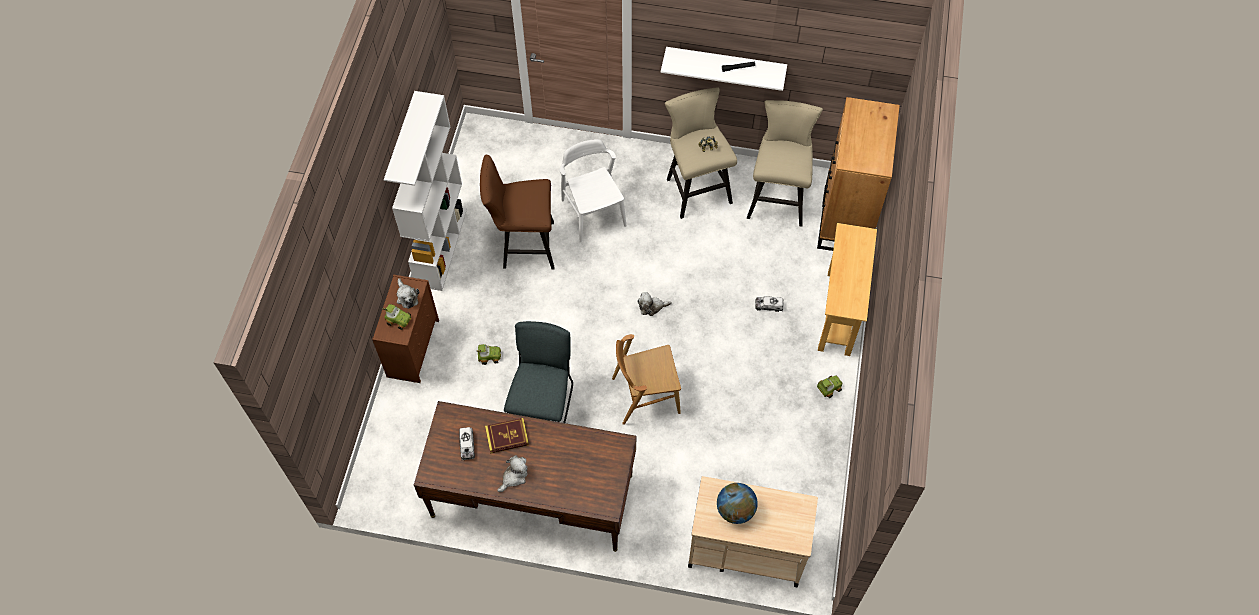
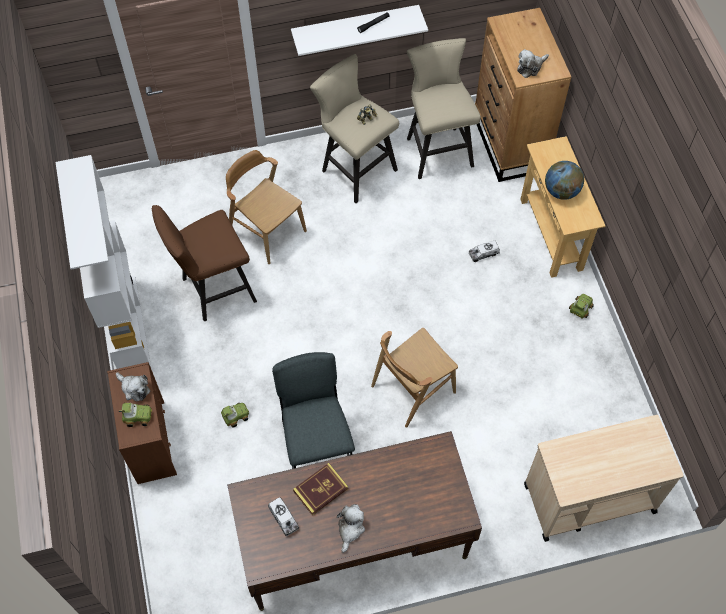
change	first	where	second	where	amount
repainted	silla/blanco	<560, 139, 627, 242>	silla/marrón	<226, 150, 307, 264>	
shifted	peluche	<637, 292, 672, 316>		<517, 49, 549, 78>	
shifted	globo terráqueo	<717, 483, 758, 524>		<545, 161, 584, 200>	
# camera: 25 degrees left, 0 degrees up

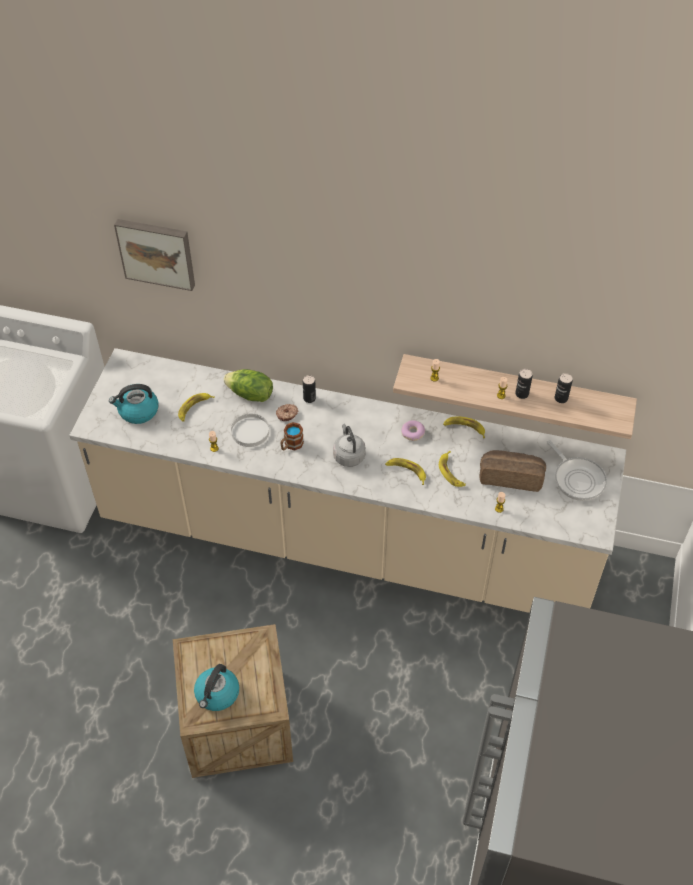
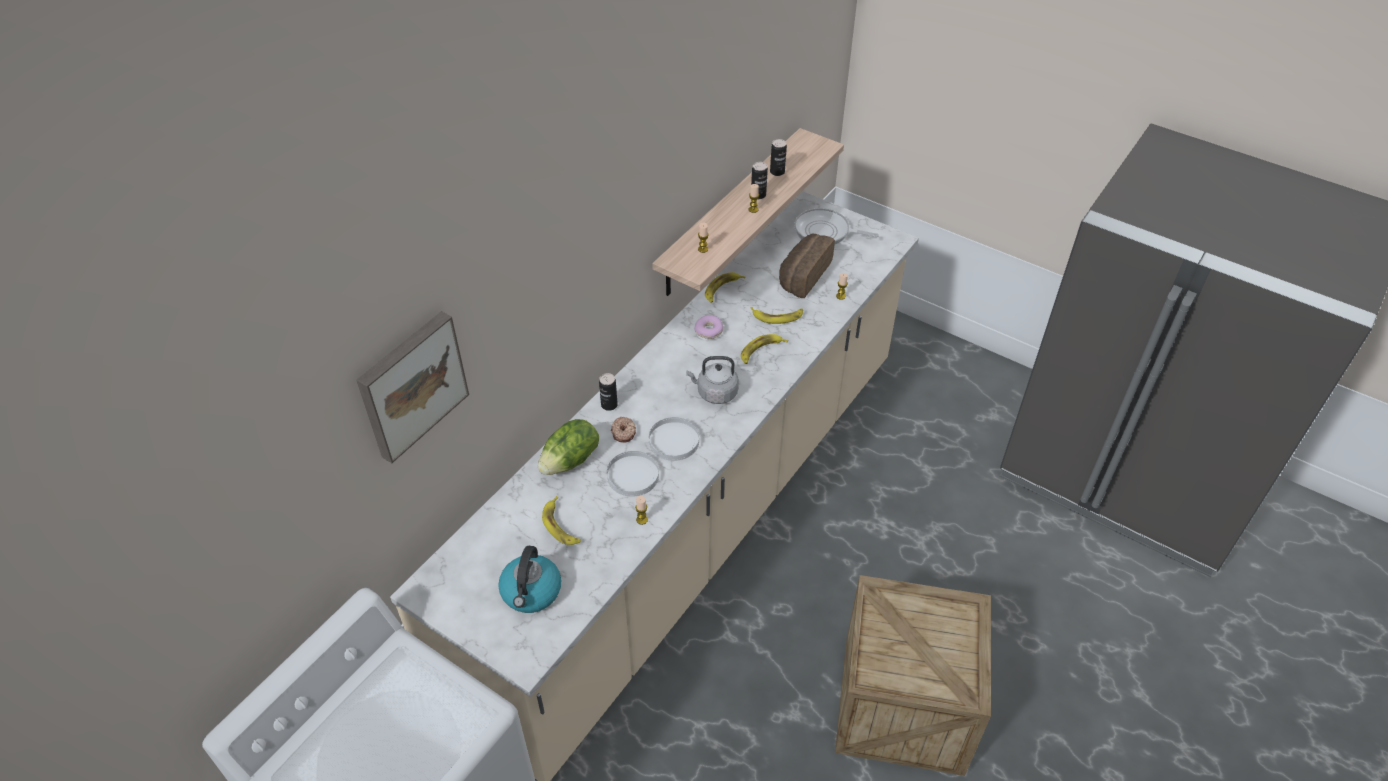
change	first	where	second	where	amount
swapped	taza grande	<280, 422, 304, 451>	plato/blanco	<649, 417, 699, 461>	
rotated	sartén	<547, 440, 607, 501>		<794, 208, 879, 245>	150 degrees counterclockwise
gone	hervidor	<194, 664, 239, 711>			
# camera: 70 degrees left, 5 degrees down

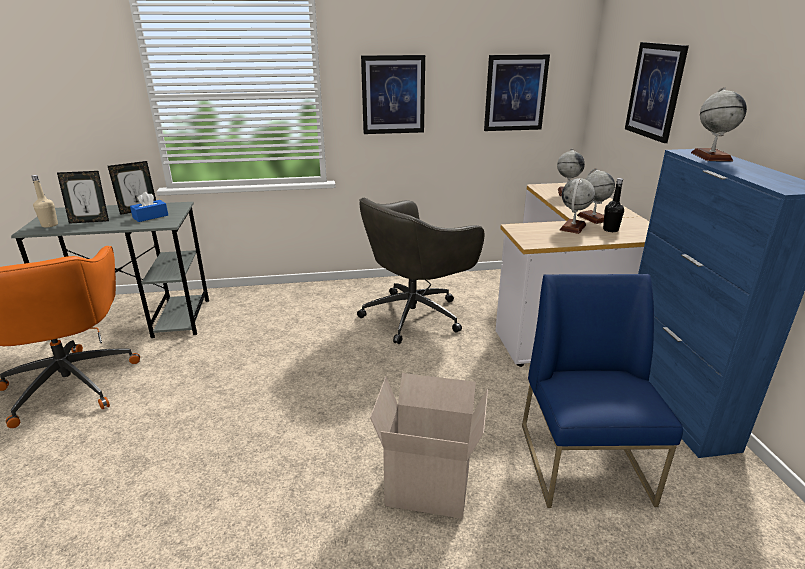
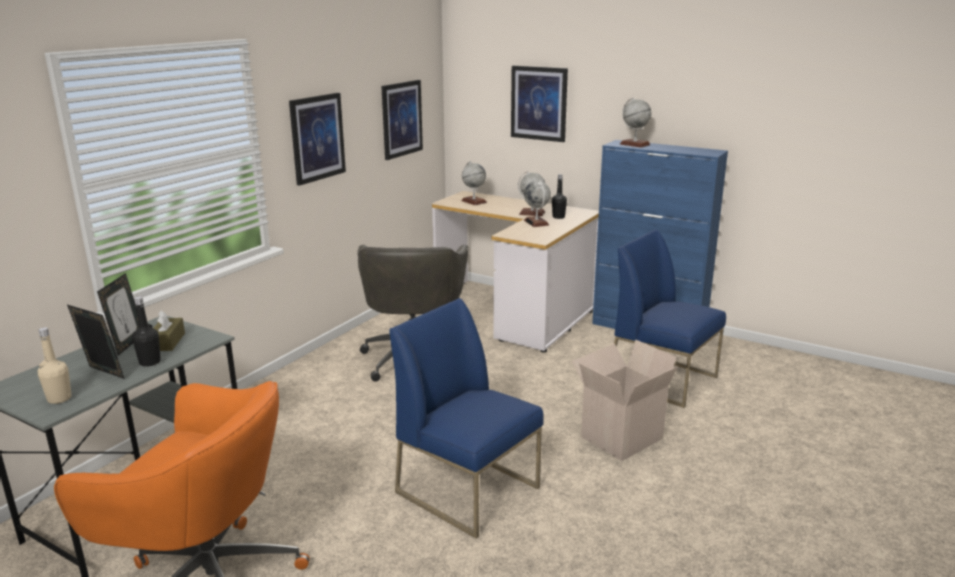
change	first	where	second	where	amount
rotated	portarretratos	<57, 171, 109, 224>		<67, 305, 125, 379>	90 degrees counterclockwise
repainted	caja de pañuelos/azul	<130, 192, 168, 222>	caja de pañuelos/marrón	<154, 310, 185, 351>	
new			botella/negro	<132, 296, 161, 367>	
new			silla/azul	<389, 298, 544, 539>	
# camera: 50 degrees left, 5 degrees down

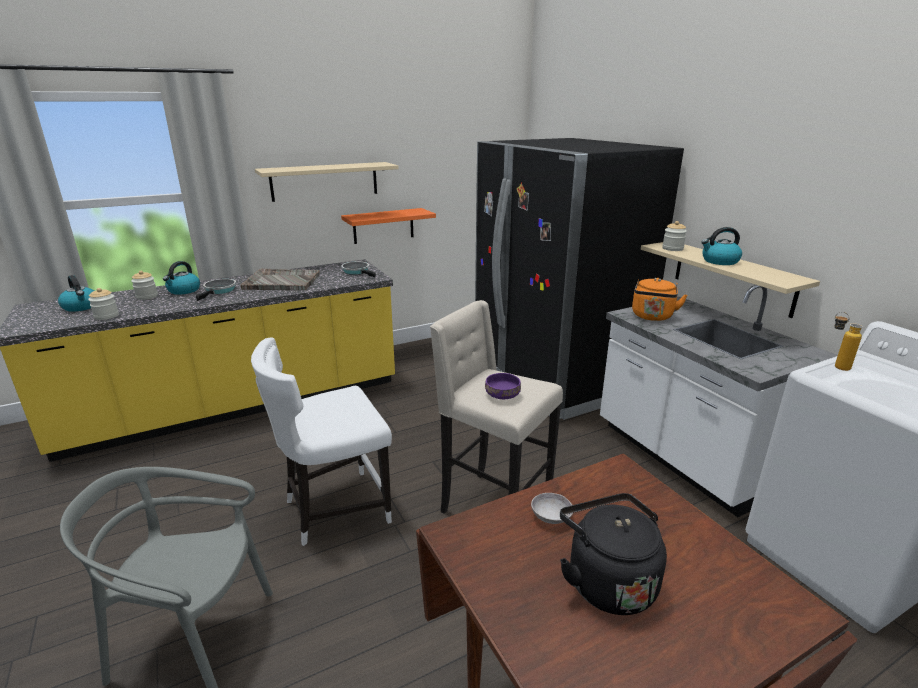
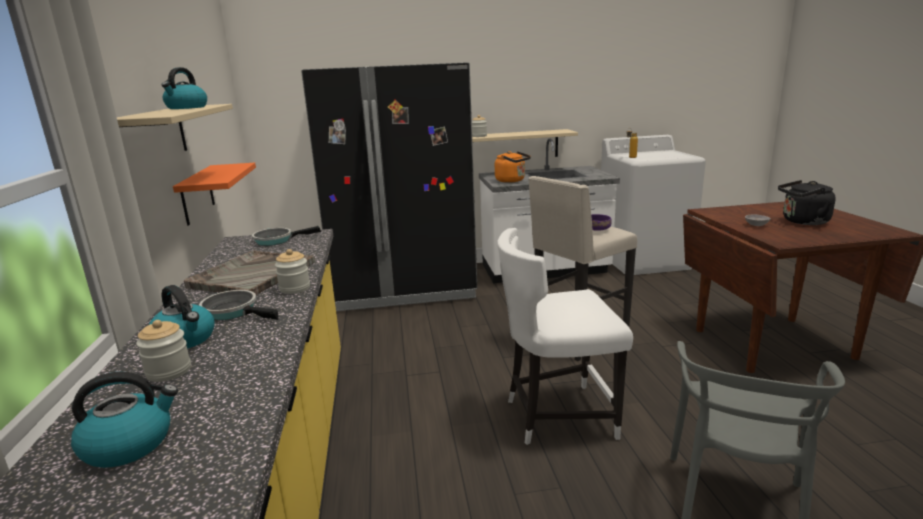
change	first	where	second	where	amount
shifted	hervidor	<701, 227, 742, 265>		<161, 67, 207, 109>	
shifted	tarro	<88, 288, 119, 320>		<275, 249, 310, 294>	
rotated	silla/blanco	<251, 337, 392, 546>		<497, 228, 633, 445>	90 degrees clockwise
# camera: 70 degrees left, 5 degrees down

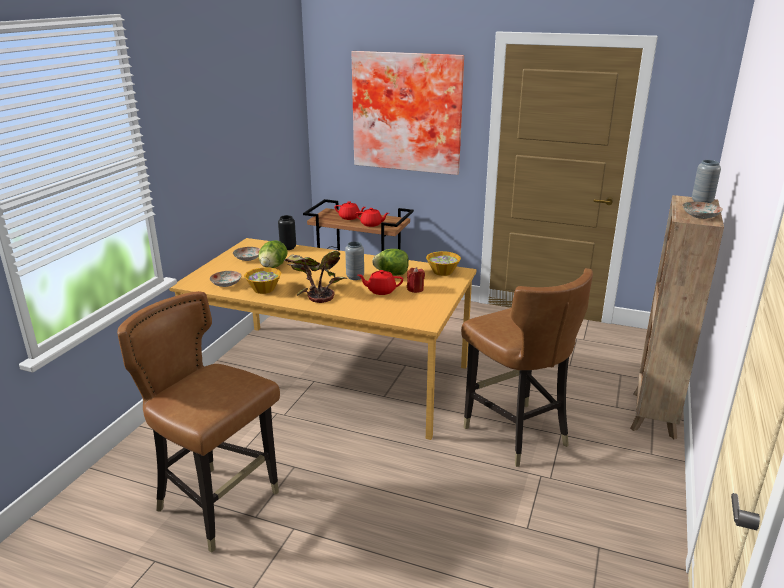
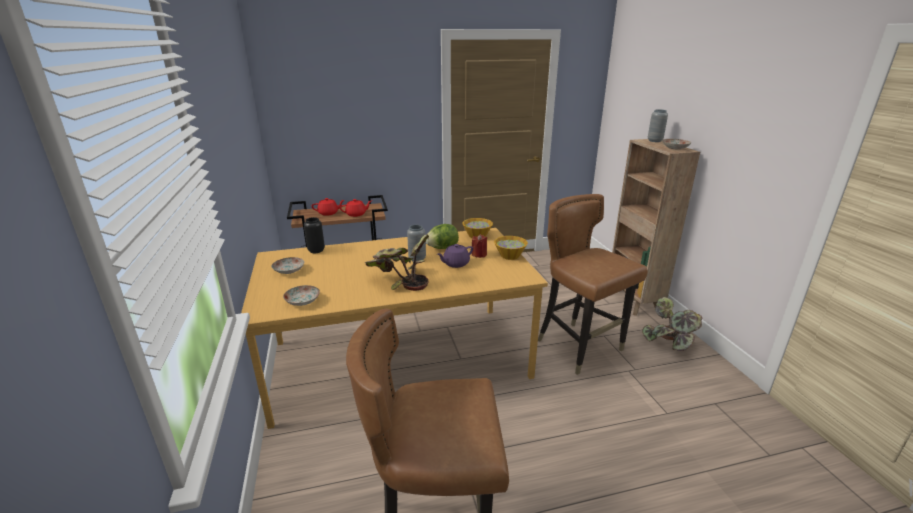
change	first	where	second	where	amount
gone	cuadro	<351, 51, 464, 175>			
gone	lechuga	<258, 240, 288, 268>			
shifted	cuenco	<244, 267, 281, 294>		<494, 236, 528, 260>	
rotated	silla/marrón	<461, 268, 593, 467>		<538, 194, 647, 375>	150 degrees counterclockwise
repainted	tetera/rojo	<358, 270, 403, 295>	tetera/morado	<437, 244, 473, 268>	
new			planta en maceta	<642, 297, 702, 351>	
# camera: 35 degrees left, 0 degrees up

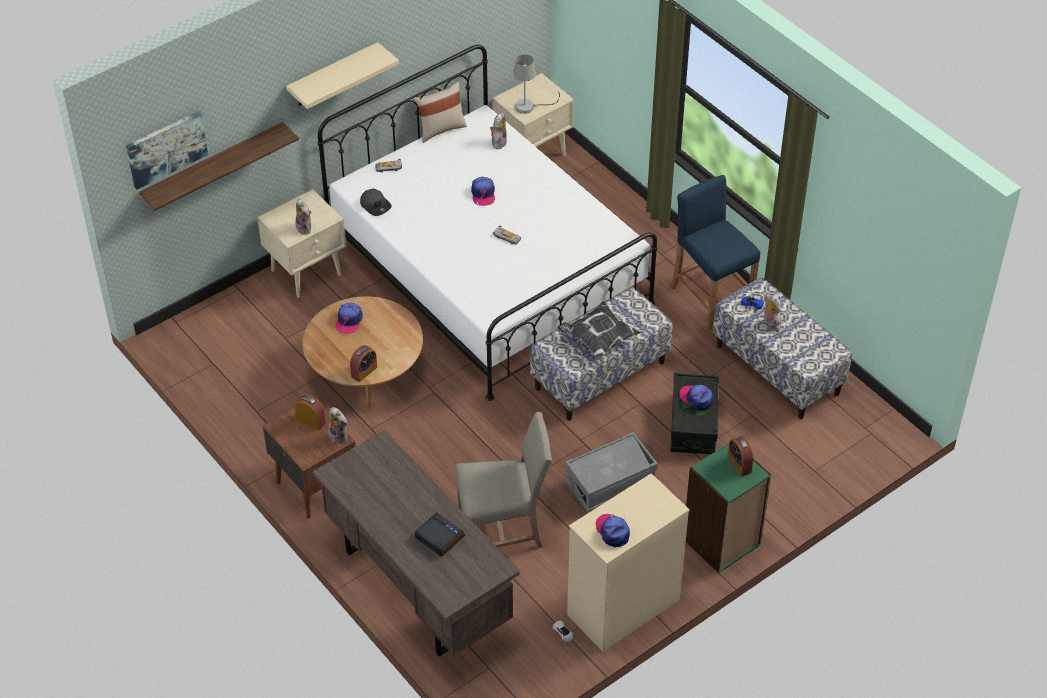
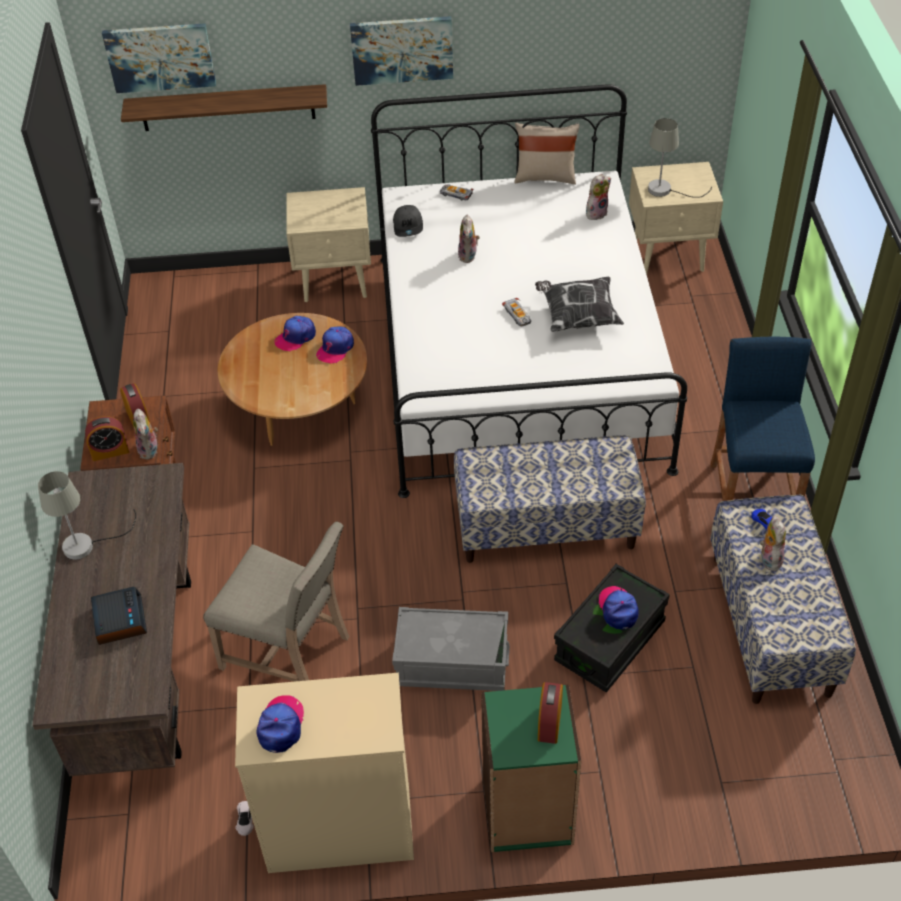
change	first	where	second	where	amount
swapped	estante/beis	<286, 42, 399, 109>	cuadro	<350, 16, 453, 86>	
shifted	gorra	<471, 177, 495, 206>		<316, 326, 354, 363>	
shifted	peluche	<295, 198, 312, 235>		<458, 215, 480, 263>	
shifted	cojín	<558, 301, 641, 360>		<535, 277, 624, 332>	
shifted	despertador	<350, 345, 377, 382>		<85, 416, 129, 461>	
new			lámpara de mesa/gris	<38, 471, 136, 560>	
# camera: 35 degrees right, 0 degrees up

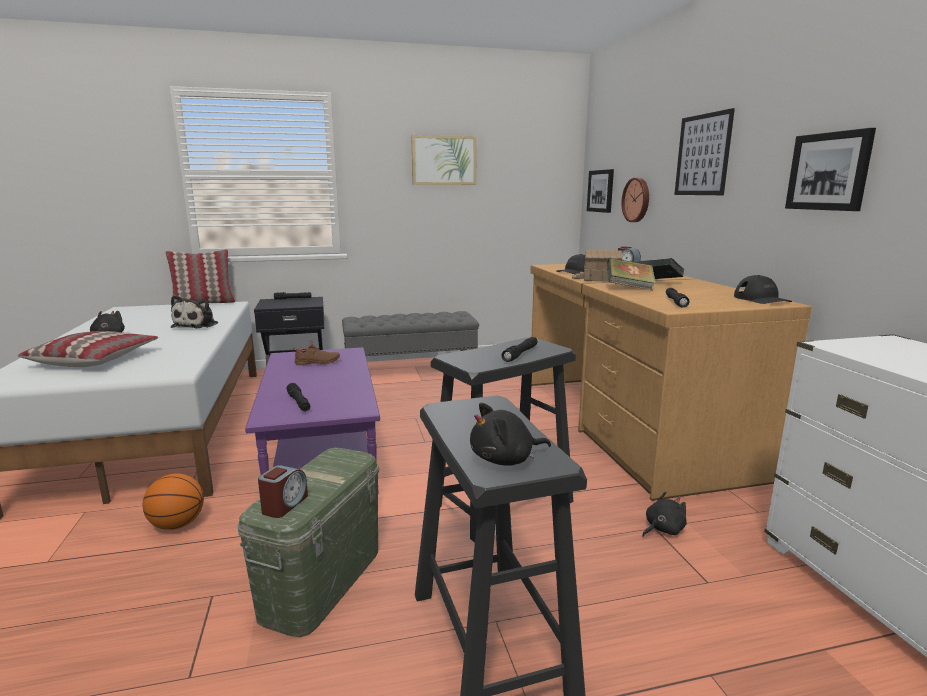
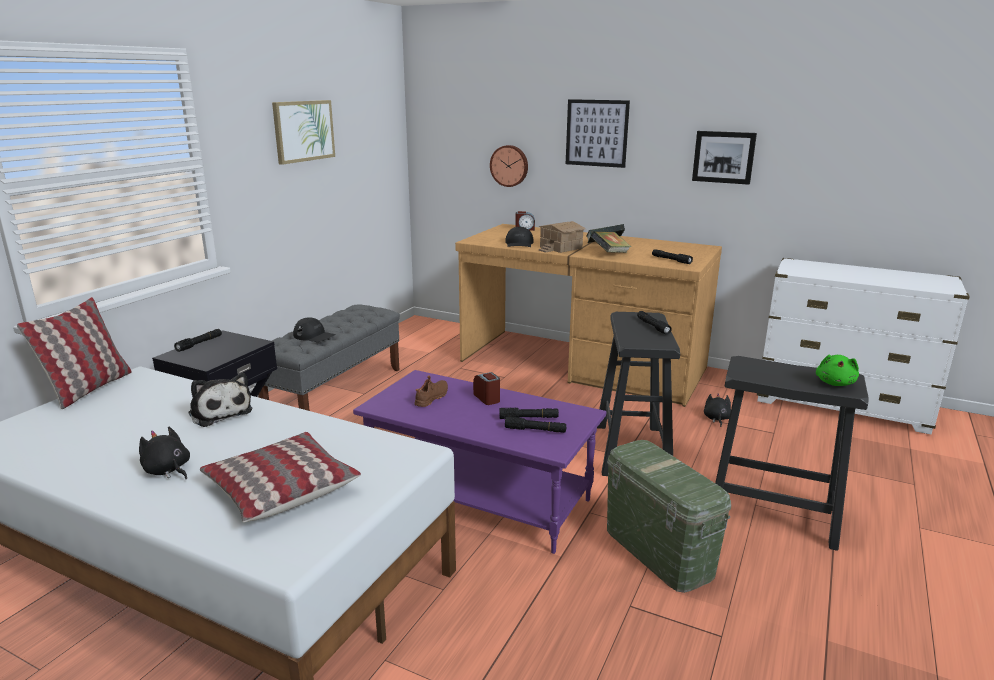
change	first	where	second	where	amount
gone	cuadro	<587, 169, 614, 213>			
shifted	gorra/negro	<734, 275, 792, 304>		<293, 317, 335, 342>	
repainted	peluche/negro	<470, 403, 551, 466>	peluche/verde	<816, 354, 859, 386>	
shifted	despertador	<258, 465, 308, 518>		<473, 372, 500, 405>	
gone	balón de baloncesto	<143, 473, 204, 530>			
new			linterna/negro	<499, 407, 559, 419>	
# camera: 50 degrees left, 5 degrees up

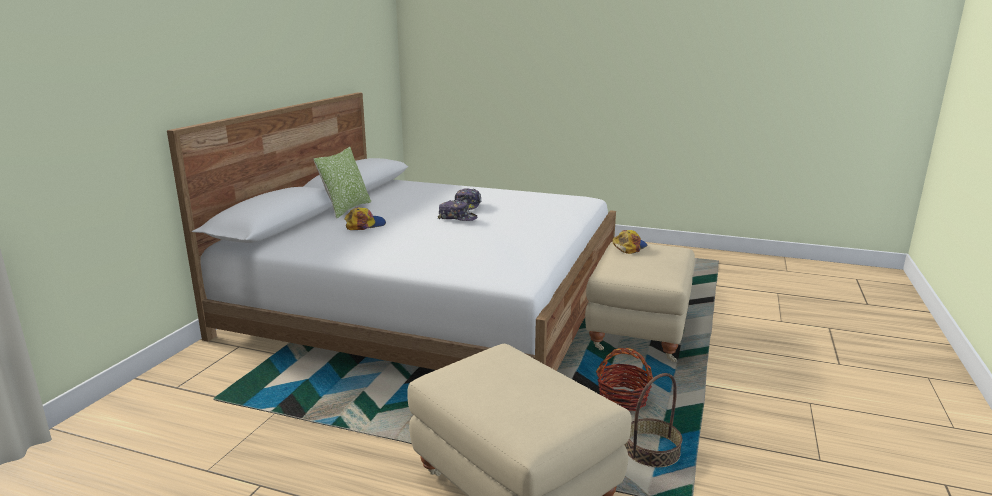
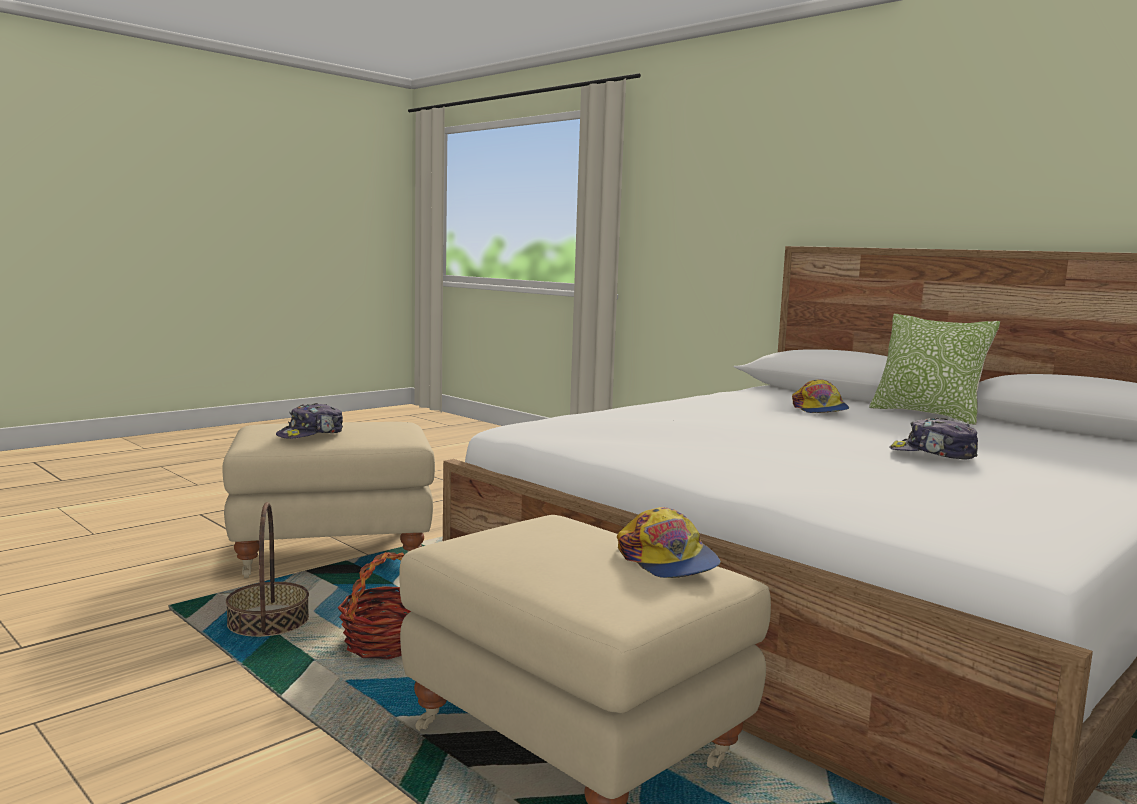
change	first	where	second	where	amount
shifted	gorra	<438, 200, 477, 221>		<276, 403, 343, 439>	
# camera: 115 degrees right, 10 degrees down

